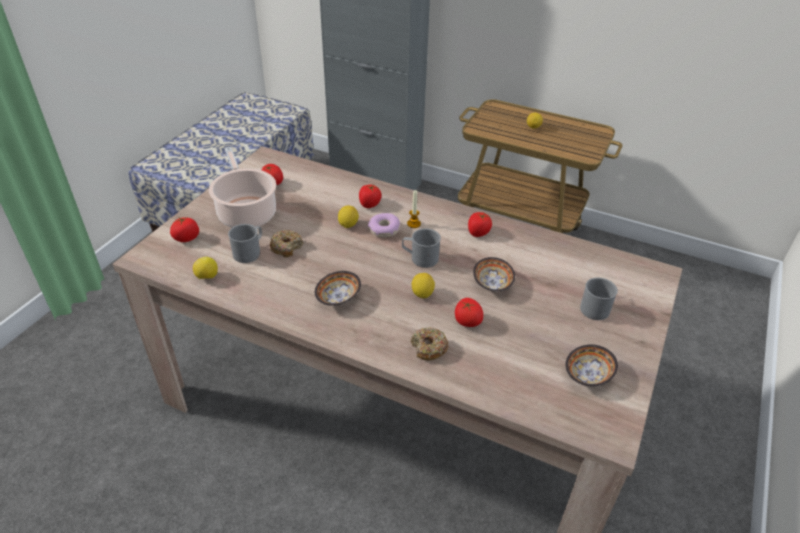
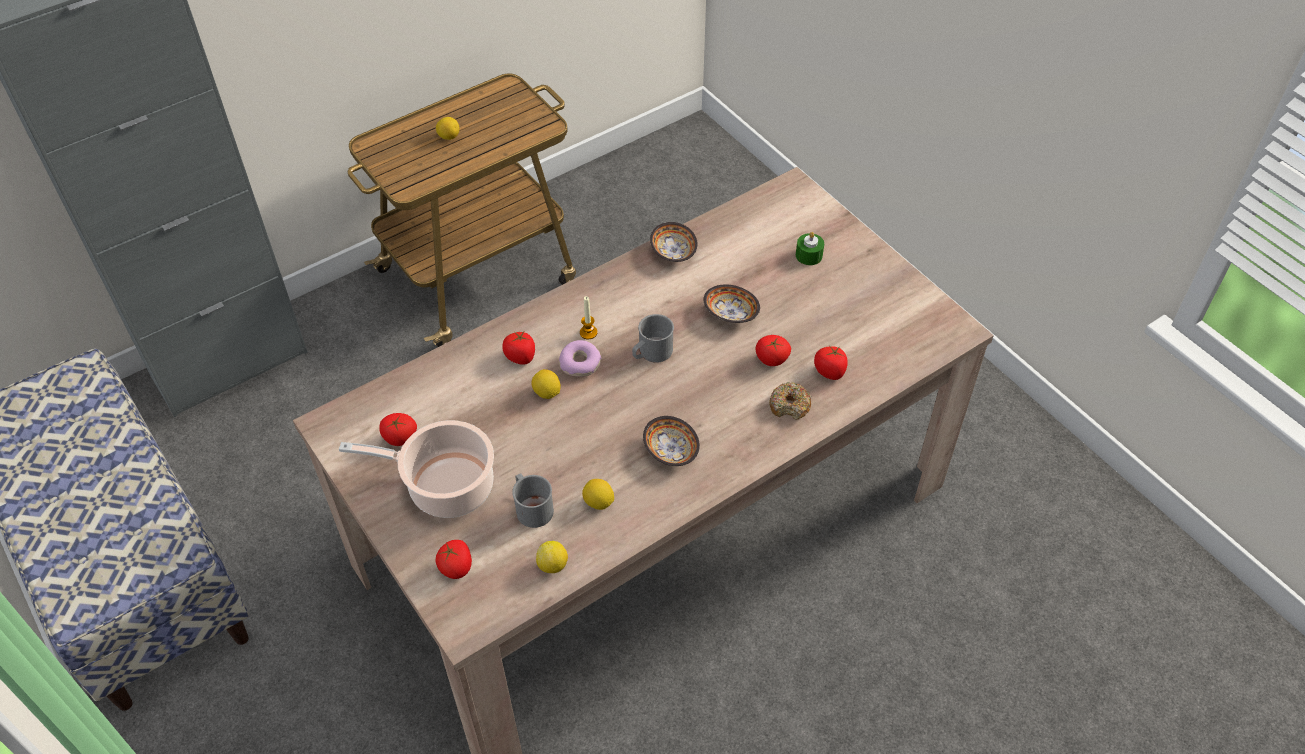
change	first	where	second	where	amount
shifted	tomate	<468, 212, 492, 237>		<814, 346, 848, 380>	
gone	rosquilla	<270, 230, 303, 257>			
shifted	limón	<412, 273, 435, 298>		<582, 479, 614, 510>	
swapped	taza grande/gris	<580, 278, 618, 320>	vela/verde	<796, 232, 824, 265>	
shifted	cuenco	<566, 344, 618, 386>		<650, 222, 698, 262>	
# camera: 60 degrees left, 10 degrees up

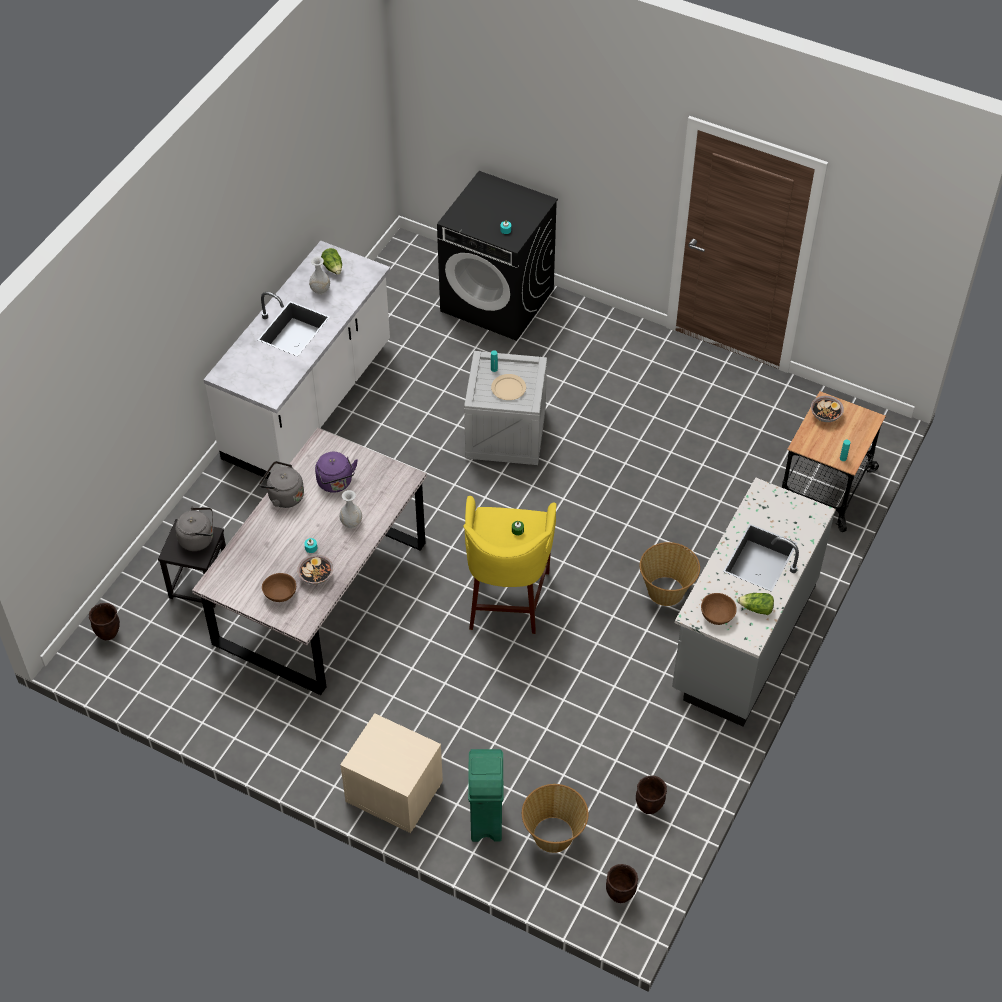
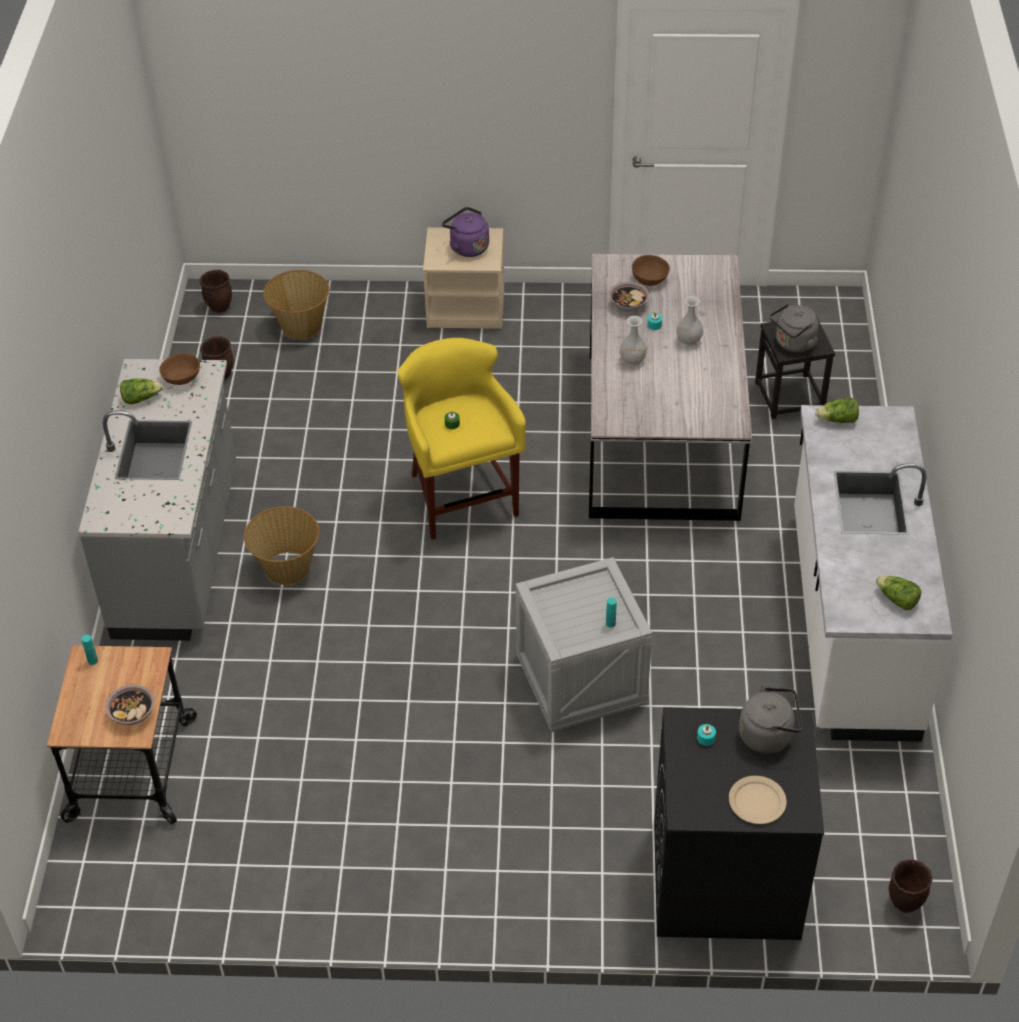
change	first	where	second	where	amount
shifted	florero/blanco	<309, 257, 330, 295>		<677, 296, 703, 346>	
shifted	plato/beis	<491, 374, 526, 400>		<729, 776, 787, 824>	
shifted	hervidor/morado	<315, 452, 358, 493>		<442, 207, 489, 257>	
shifted	hervidor/gris	<259, 461, 304, 508>		<739, 685, 802, 754>	
shifted	maceta/marrón	<89, 603, 120, 640>		<888, 859, 932, 913>	
gone	papelera/verde	<468, 749, 503, 842>			
new			lechuga	<815, 398, 859, 423>	
# camera: 155 degrees right, 5 degrees down

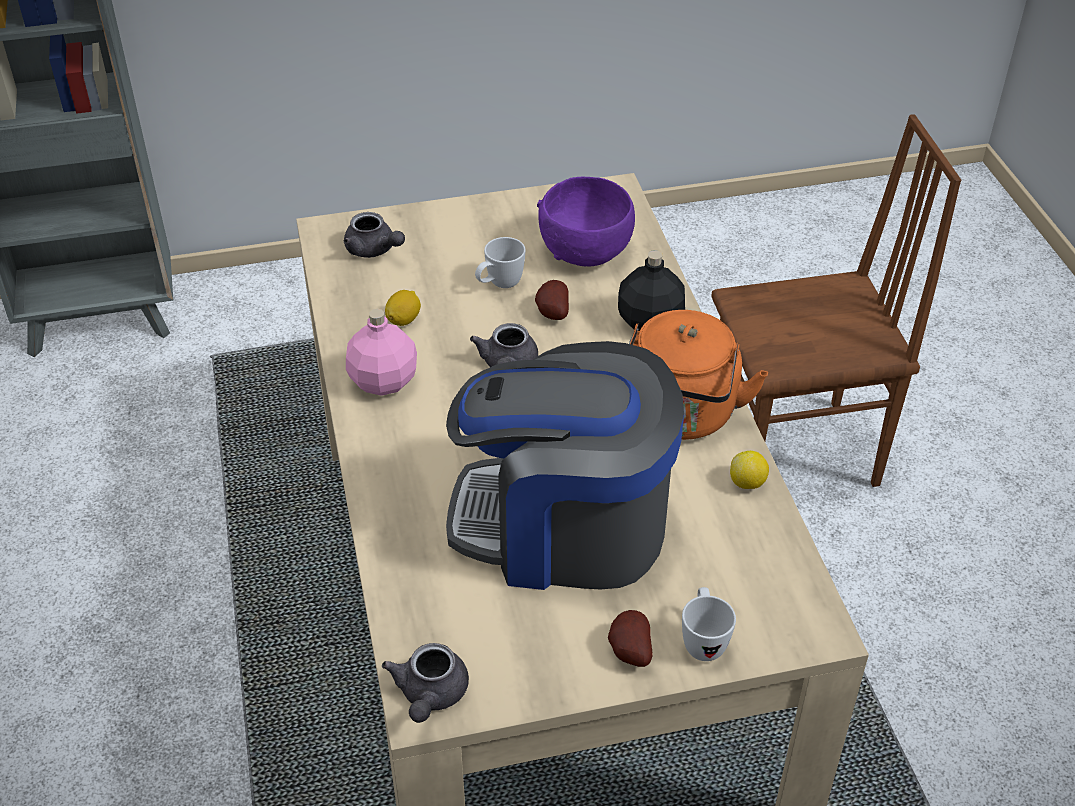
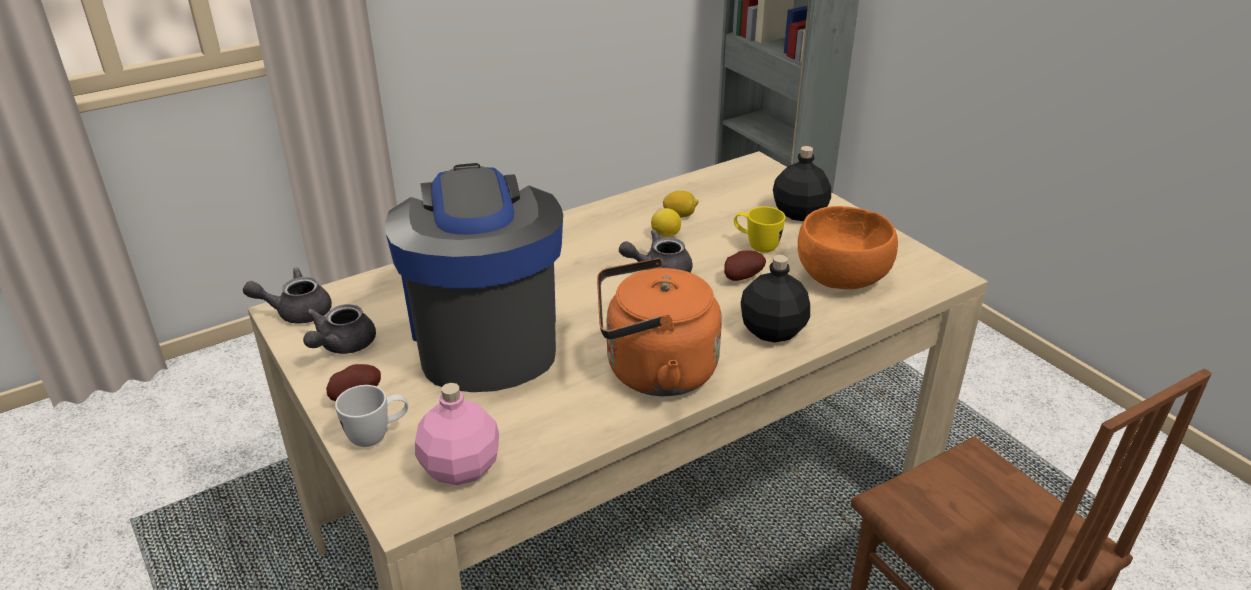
change	first	where	second	where	amount
repainted	cuenco/morado	<537, 177, 635, 267>	cuenco/naranja	<798, 206, 898, 289>	
shifted	tetera/gris	<344, 212, 405, 258>		<303, 304, 376, 354>	
repainted	taza grande/blanco	<475, 237, 525, 288>	taza grande/amarillo	<734, 206, 785, 253>	
shifted	botella/rosa	<346, 309, 417, 396>		<415, 383, 499, 485>	
shifted	limón	<730, 451, 769, 489>		<651, 208, 681, 237>	
new			botella/negro	<773, 146, 831, 221>	
# camera: 70 degrees right, 10 degrees down

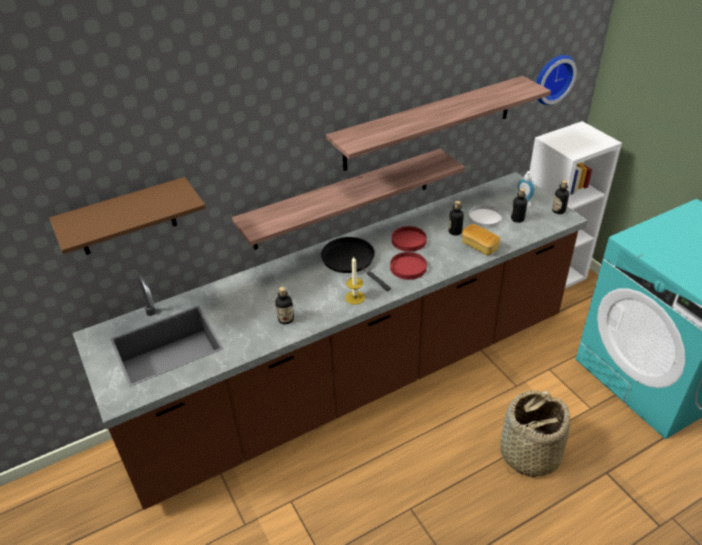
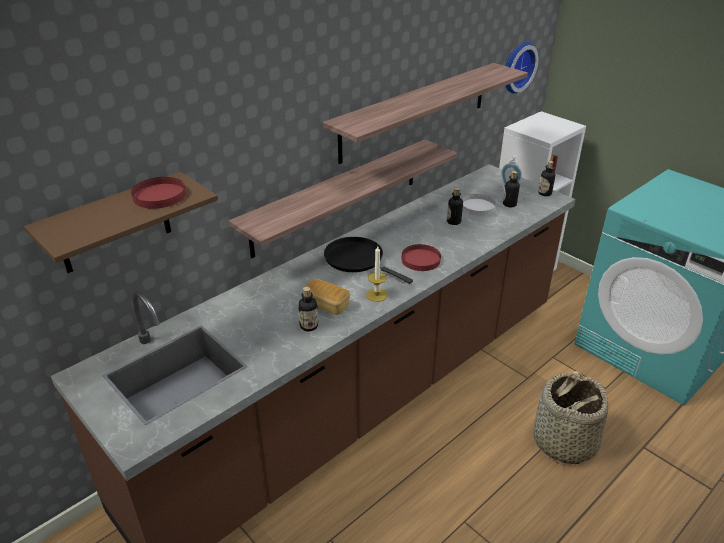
change	first	where	second	where	amount
shifted	pan	<462, 224, 501, 255>		<305, 279, 350, 315>	
shifted	plato/rojo	<392, 226, 427, 252>		<131, 177, 186, 209>	
# camera: 15 degrees left, 5 degrees down

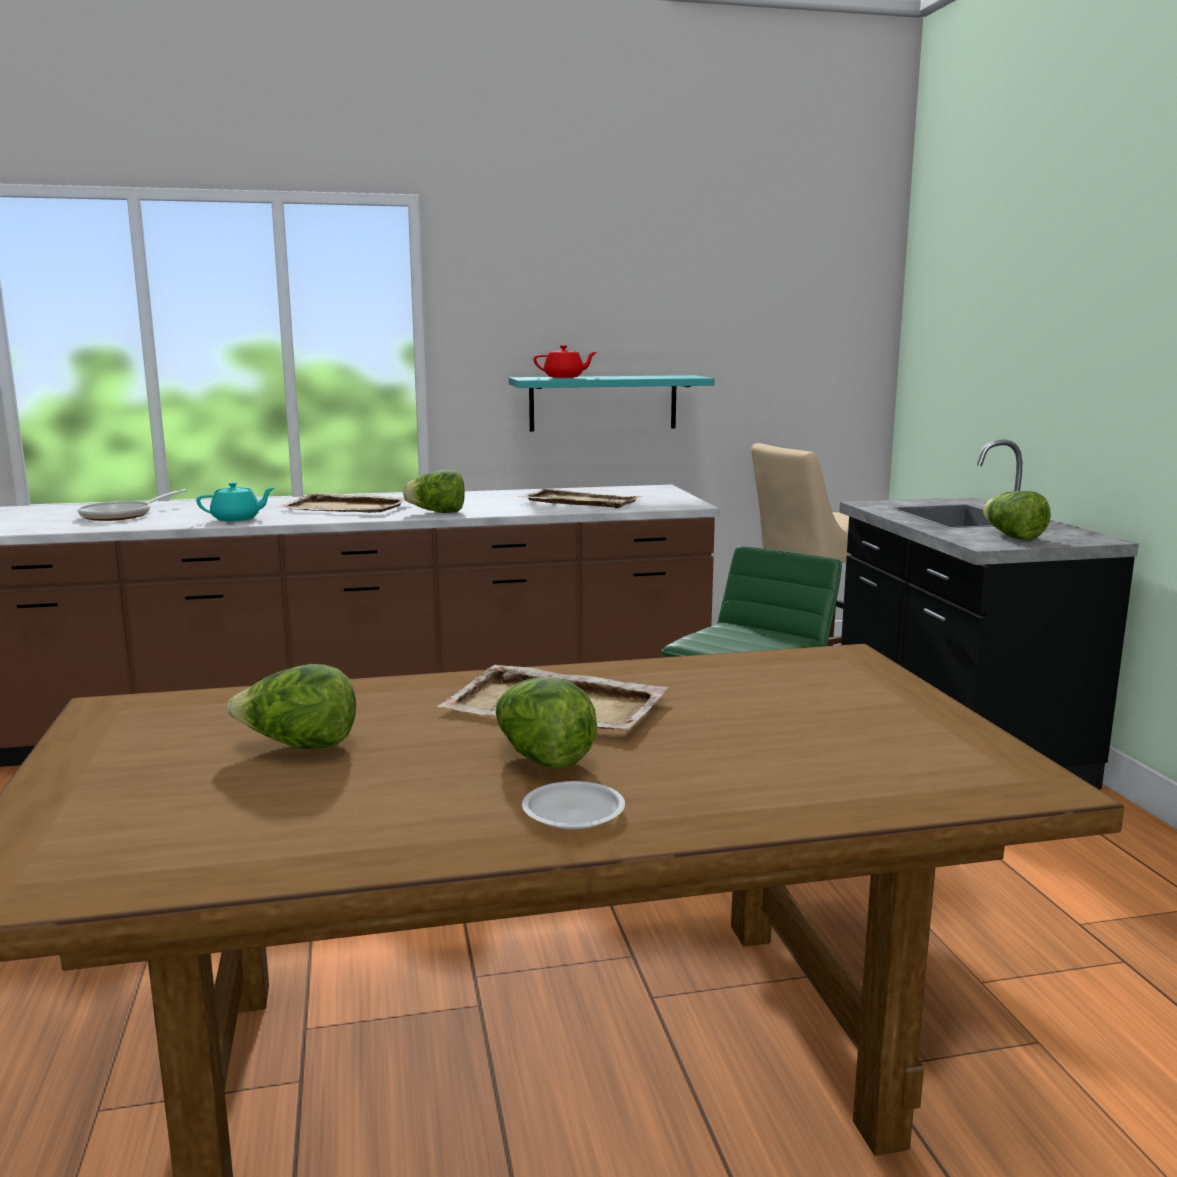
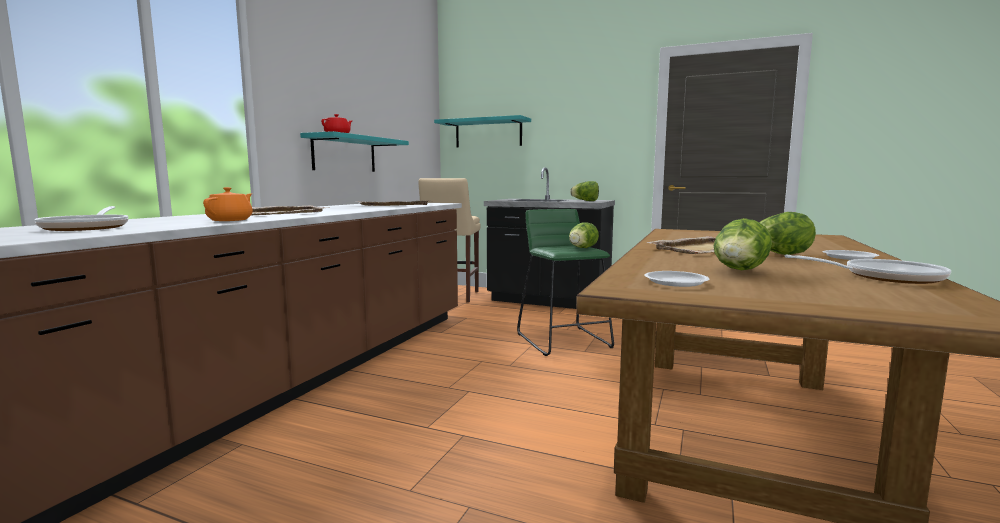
change	first	where	second	where	amount
shifted	lechuga	<403, 470, 465, 513>		<569, 222, 599, 248>	
repainted	tetera/turquesa	<196, 482, 274, 522>	tetera/naranja	<203, 187, 253, 221>	
new			estante/turquesa	<434, 115, 531, 148>	
new			sartén	<785, 255, 951, 284>	
new			plato/blanco	<644, 271, 709, 287>	
# camera: 55 degrees left, 5 degrees down

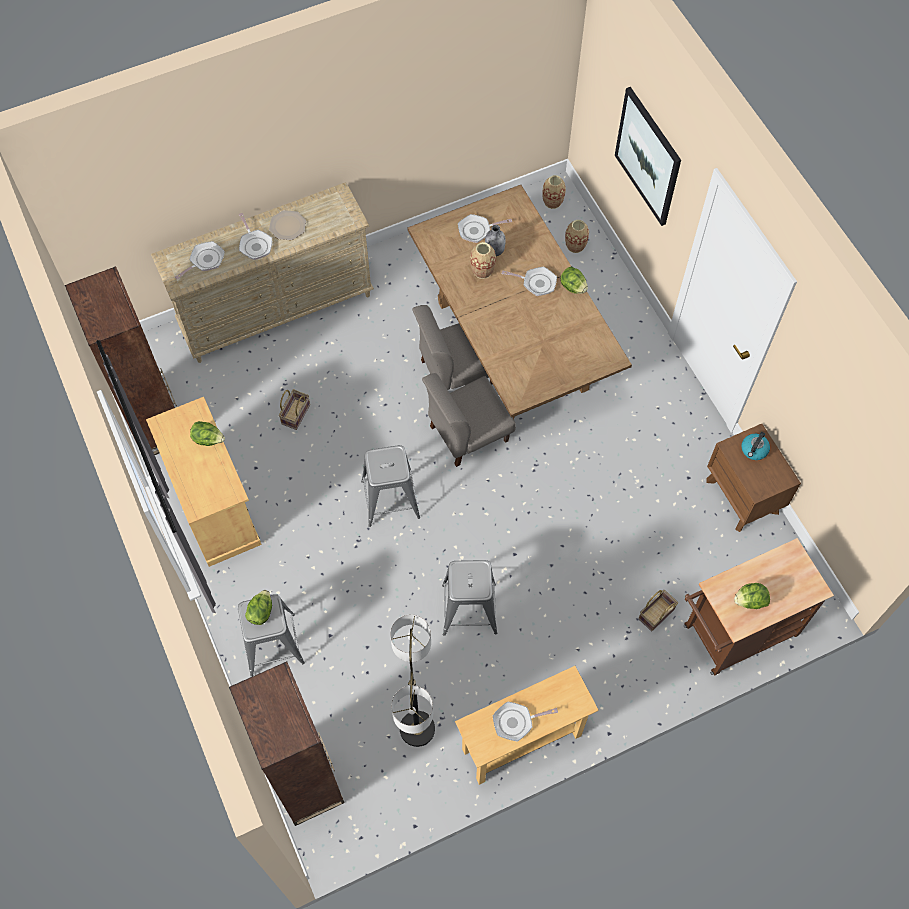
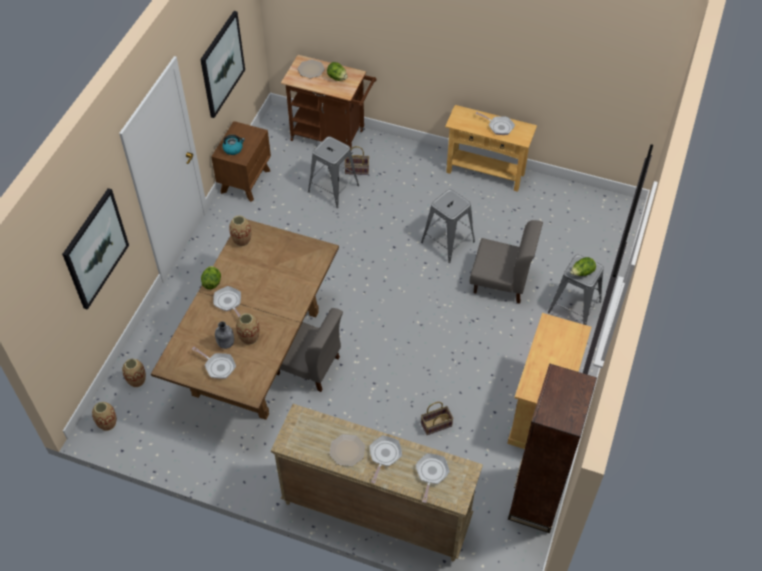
change	first	where	second	where	amount
rotated	sartén	<175, 241, 225, 280>		<415, 453, 450, 503>	105 degrees clockwise
shifted	silla/gris	<422, 373, 516, 467>		<470, 220, 543, 304>	
gone	lechuga	<190, 421, 225, 446>			
shifted	taburete/gris	<361, 445, 420, 527>		<308, 136, 359, 208>	
gone	lámpara de pie	<390, 614, 435, 747>			
gone	estantería/marrón	<229, 662, 345, 826>			
new			cuadro	<200, 11, 245, 118>	
new			plato	<297, 60, 325, 78>	
new			florero	<229, 215, 251, 247>	
# camera: 135 degrees left, 10 degrees down

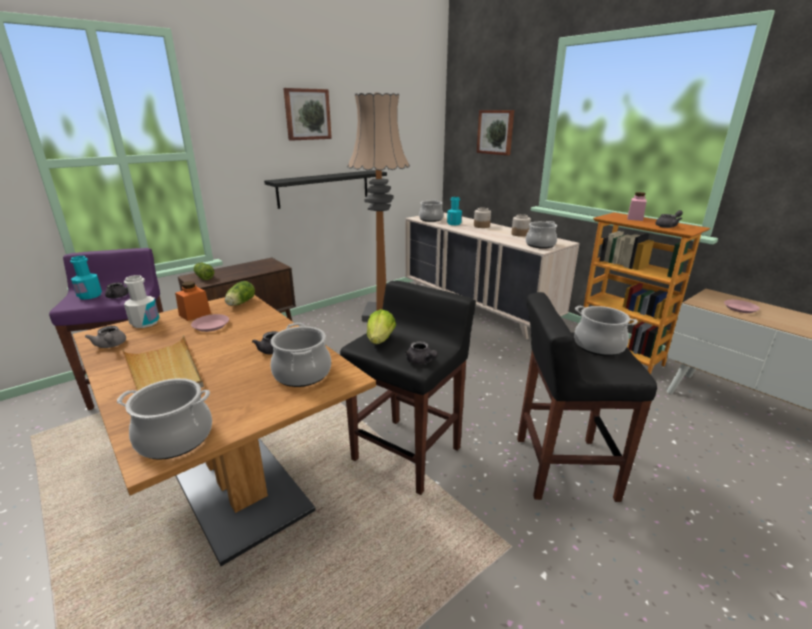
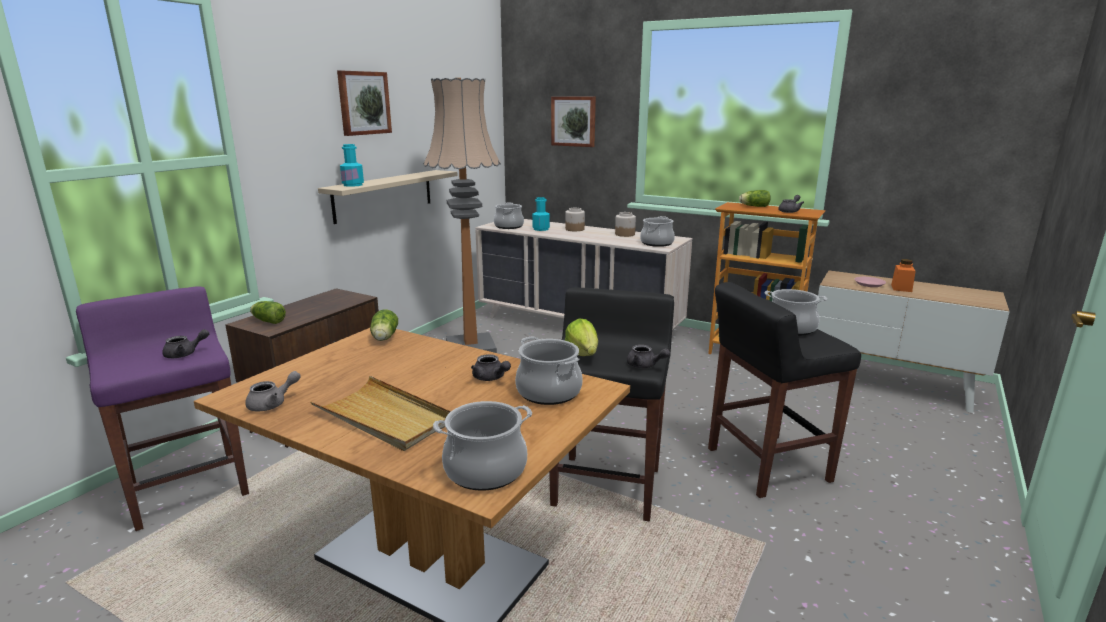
change	first	where	second	where	amount
repainted	estante/negro	<264, 170, 387, 209>	estante/beis	<318, 170, 458, 224>	
swapped	tarro/rosa	<627, 192, 647, 221>	lechuga	<739, 190, 771, 207>	
shifted	botella/turquesa	<70, 256, 102, 300>		<340, 144, 364, 187>	
gone	botella/blanco	<124, 275, 159, 328>			
shifted	tarro/naranja	<175, 281, 211, 321>		<891, 259, 915, 292>	
gone	plato/rosa	<191, 314, 229, 332>			
rotated	tetera/gris	<85, 326, 126, 348>		<245, 371, 301, 411>	75 degrees counterclockwise
# camera: 20 degrees left, 5 degrees down

